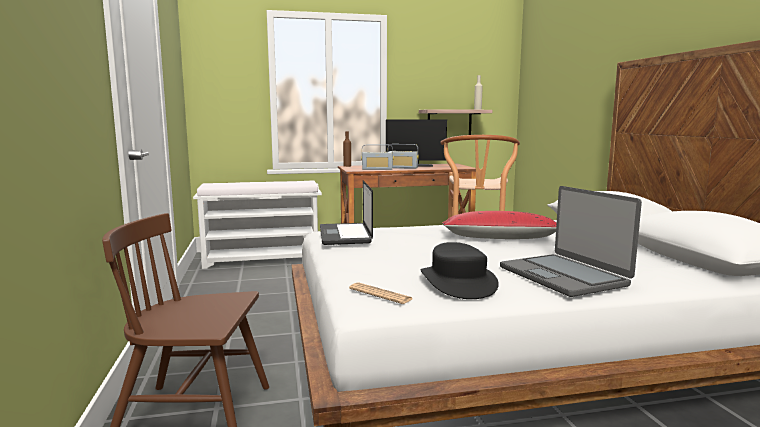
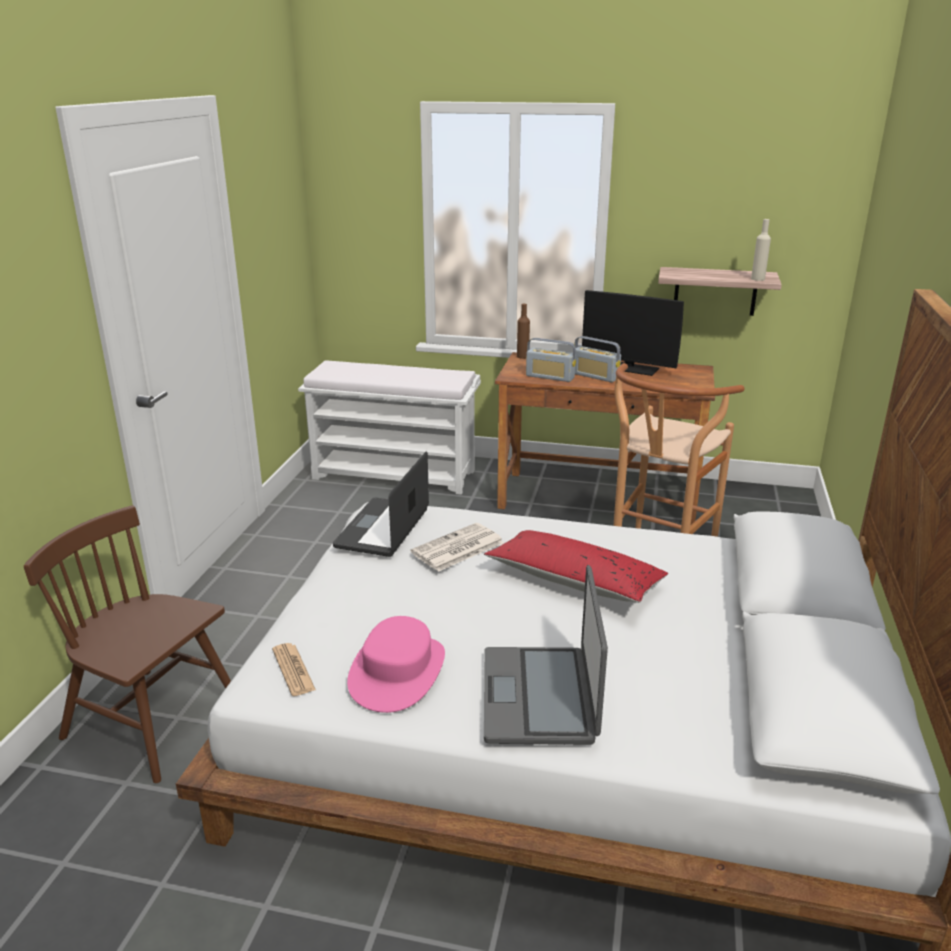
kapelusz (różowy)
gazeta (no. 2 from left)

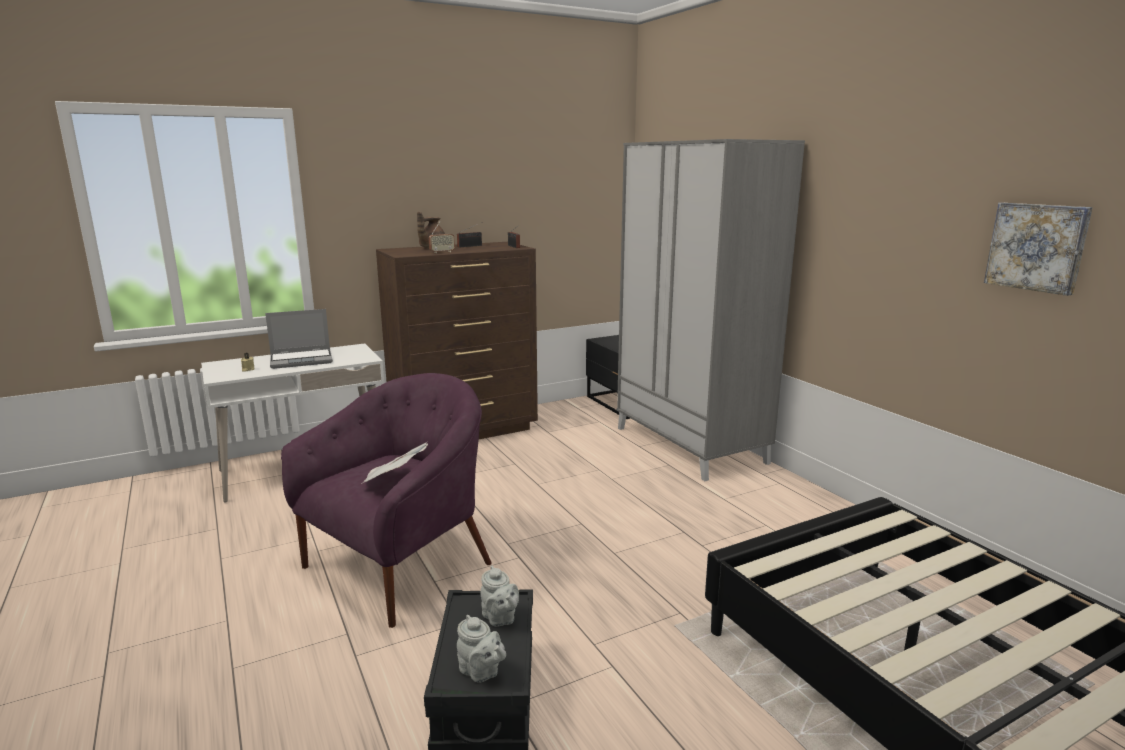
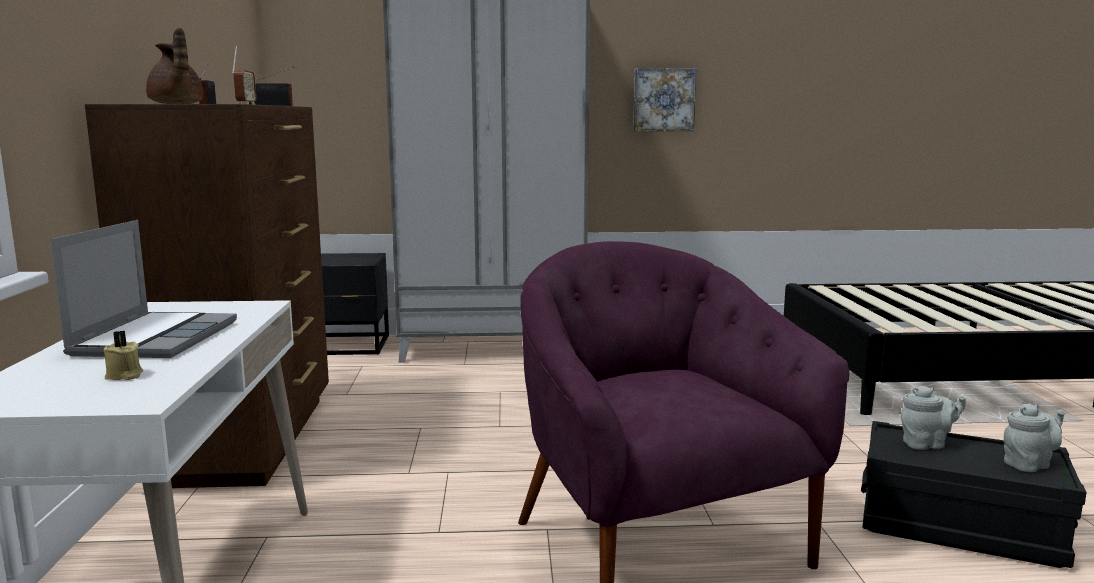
obraz
gazeta

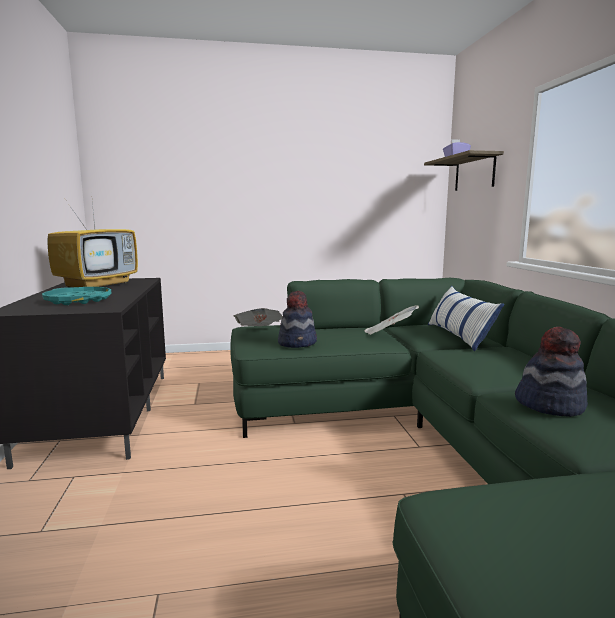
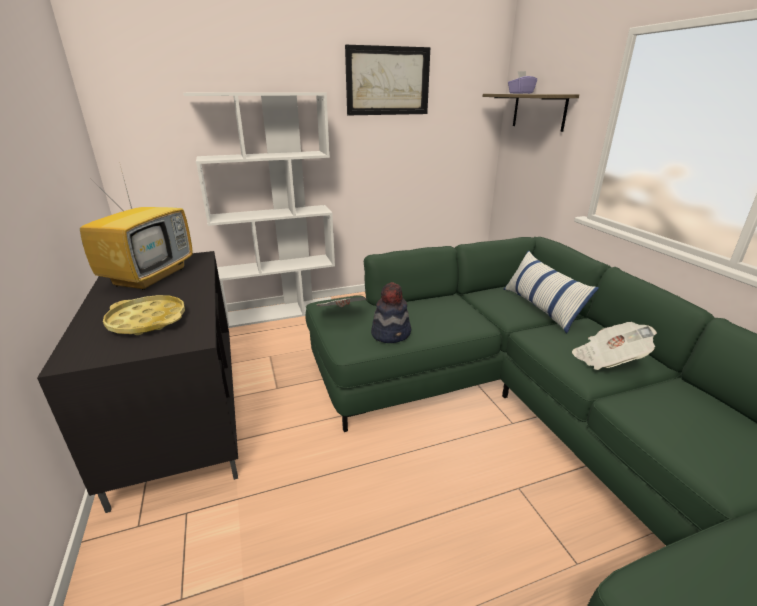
taca (żółty)
gazeta (no. 2 from left)
kapelusz (no. 2 from left in the first image)
obraz
regał (biały)

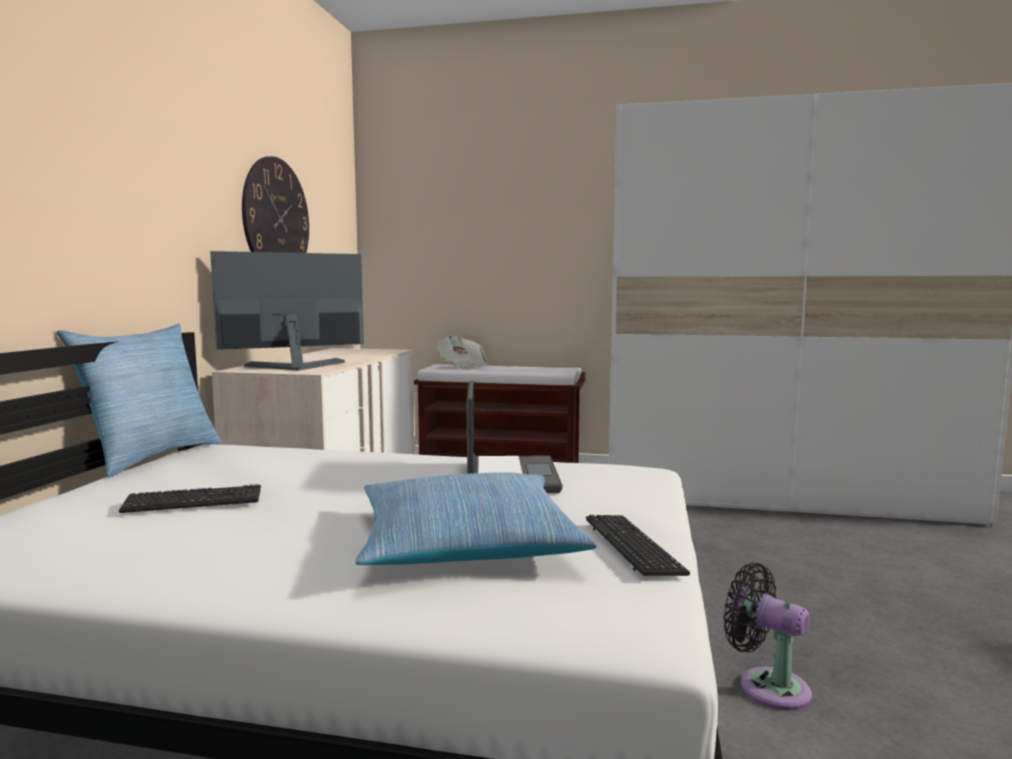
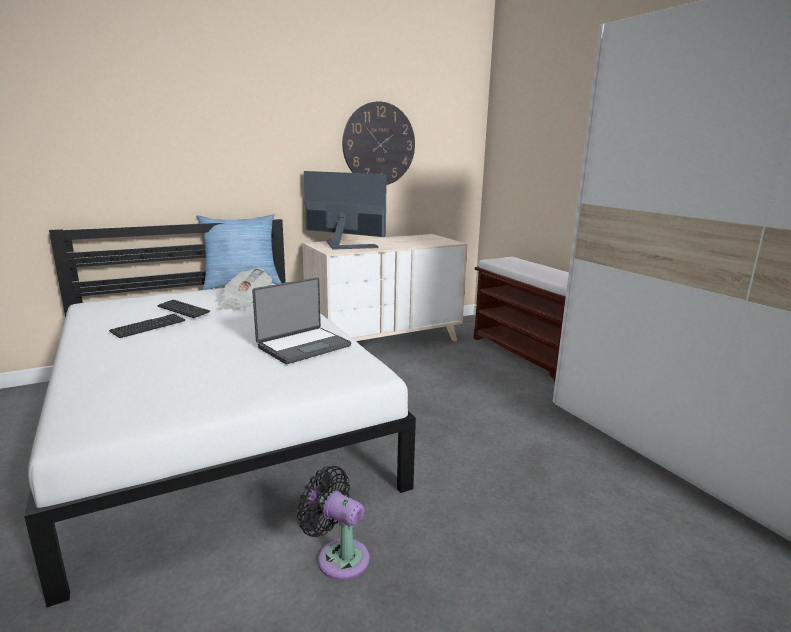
gazeta
poduszka (no. 2 from left in the first image)
klawiatura (no. 1 from left)
wentylator (czarny)

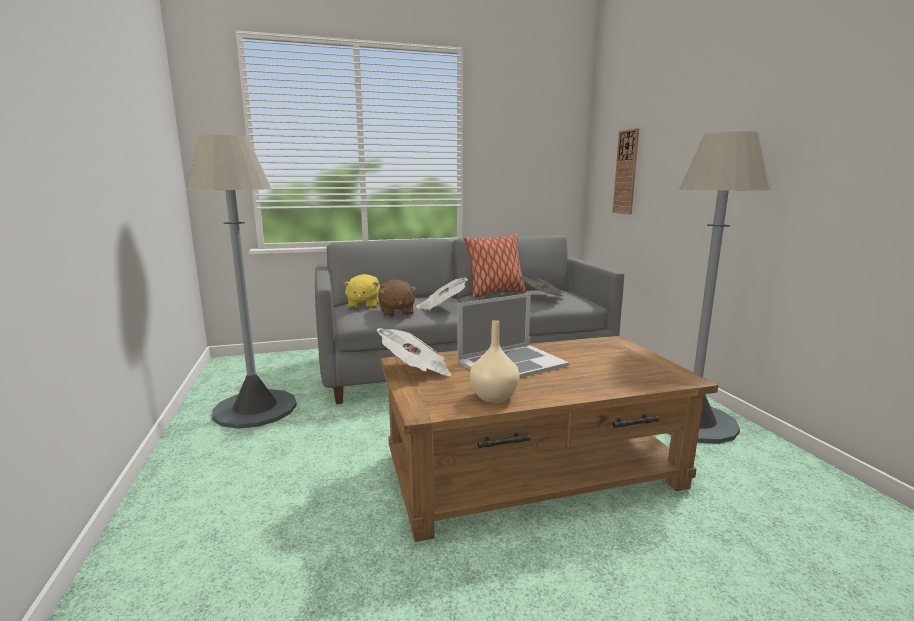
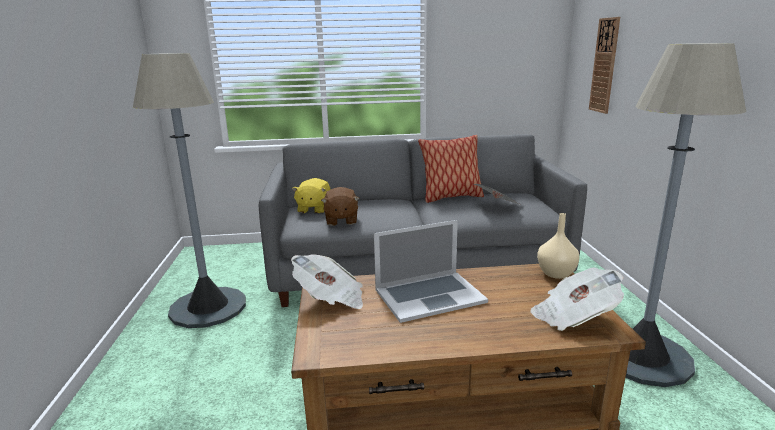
gazeta (no. 3 from left)
wazon (beżowy)

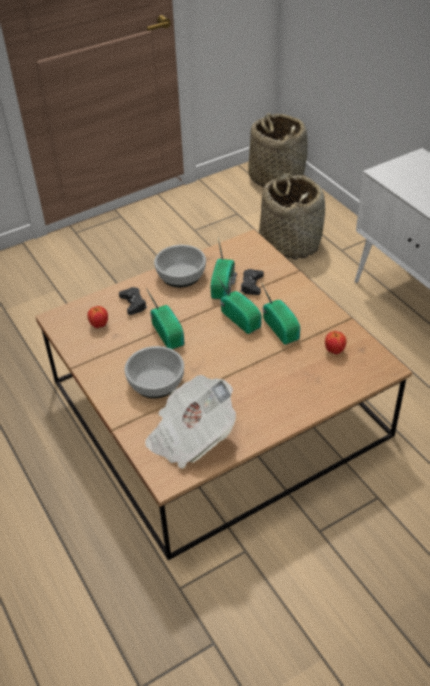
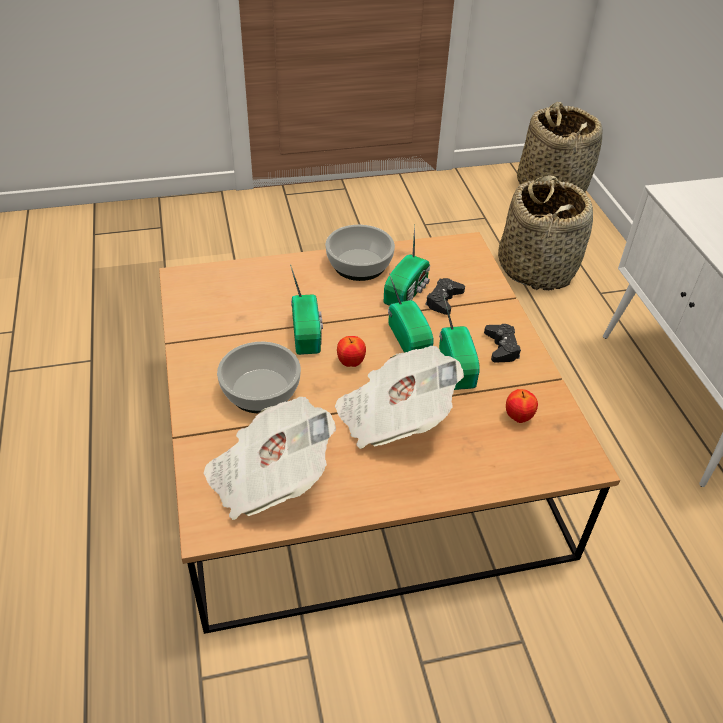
pad do gier (czarny) (no. 2 from left)
jabłko (no. 1 from left)
gazeta (no. 2 from left)

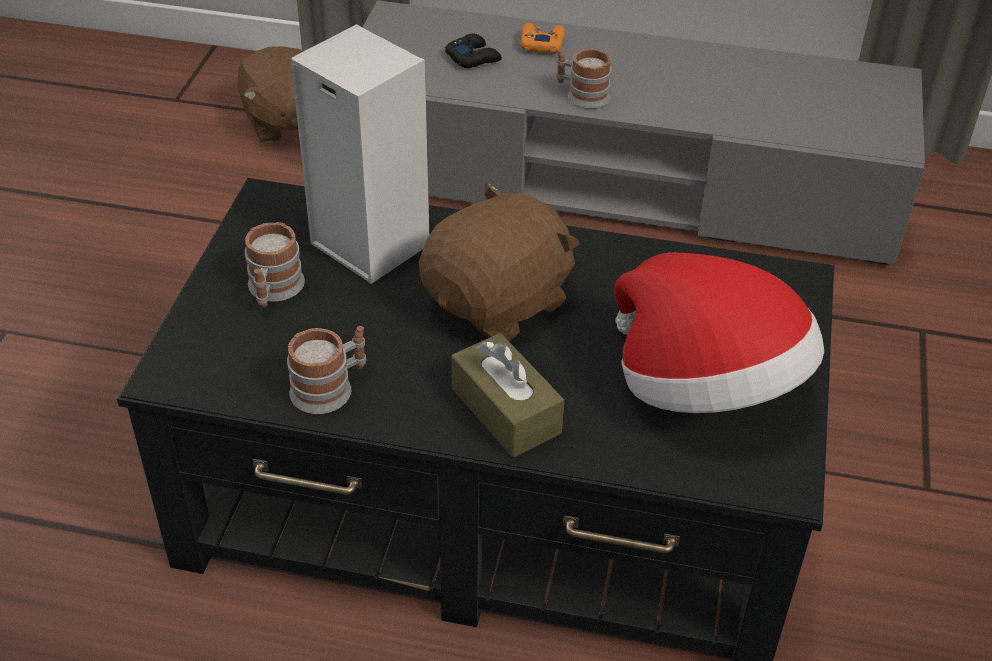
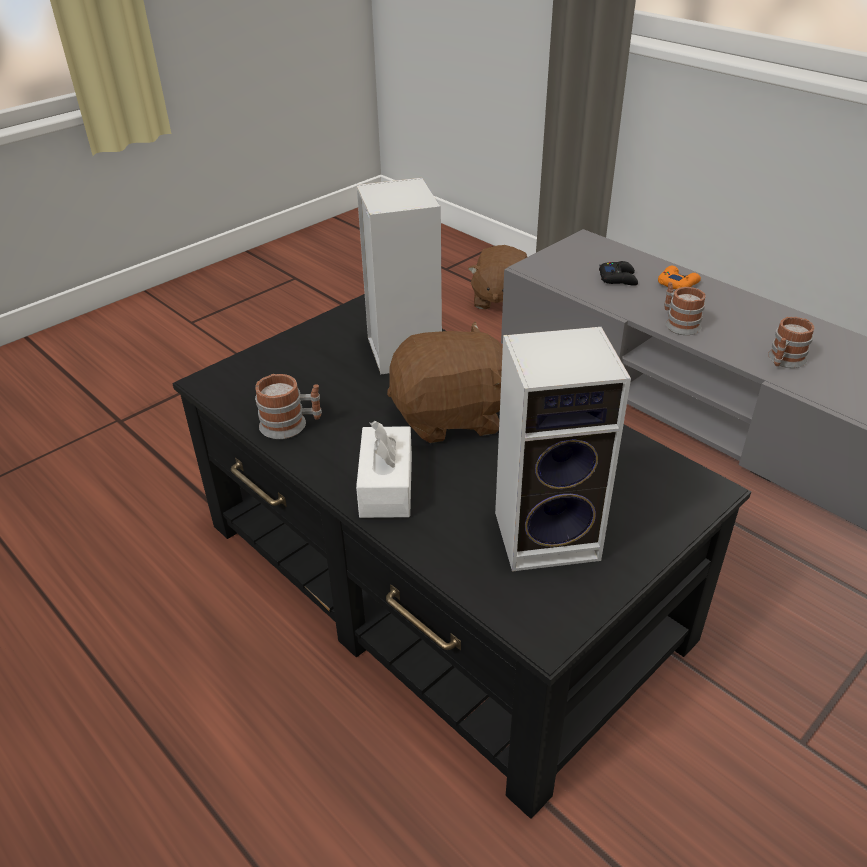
kubek (no. 3 from left)
głośnik (no. 2 from left)
pudełko chusteczek (biały)

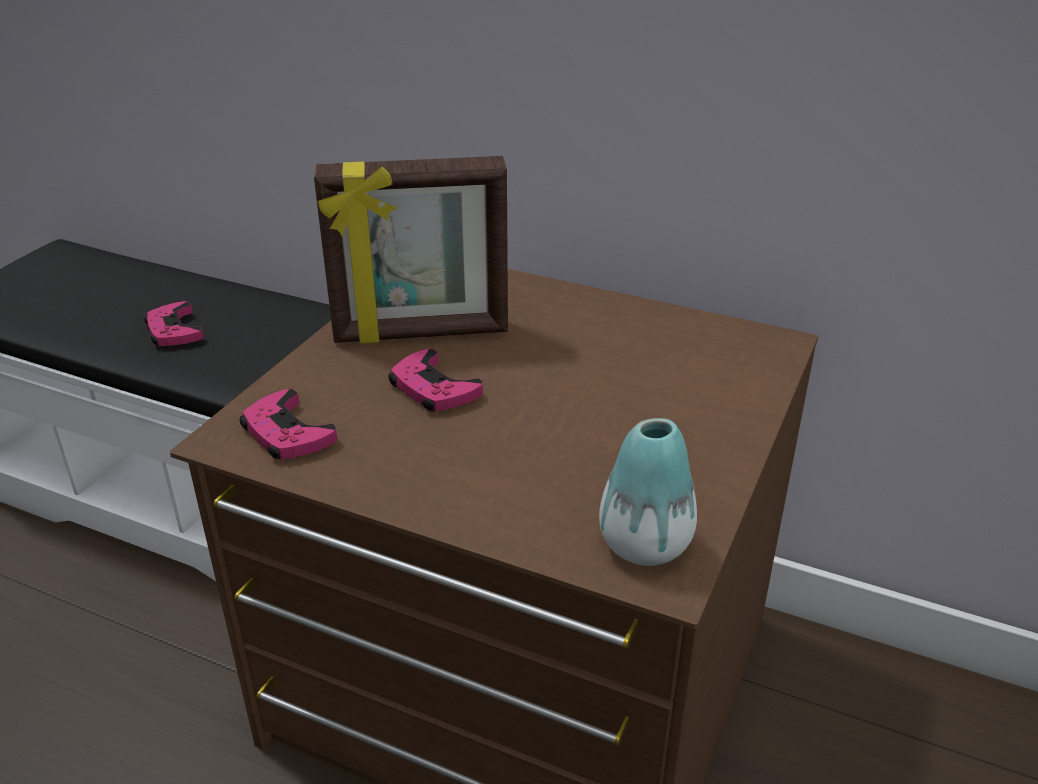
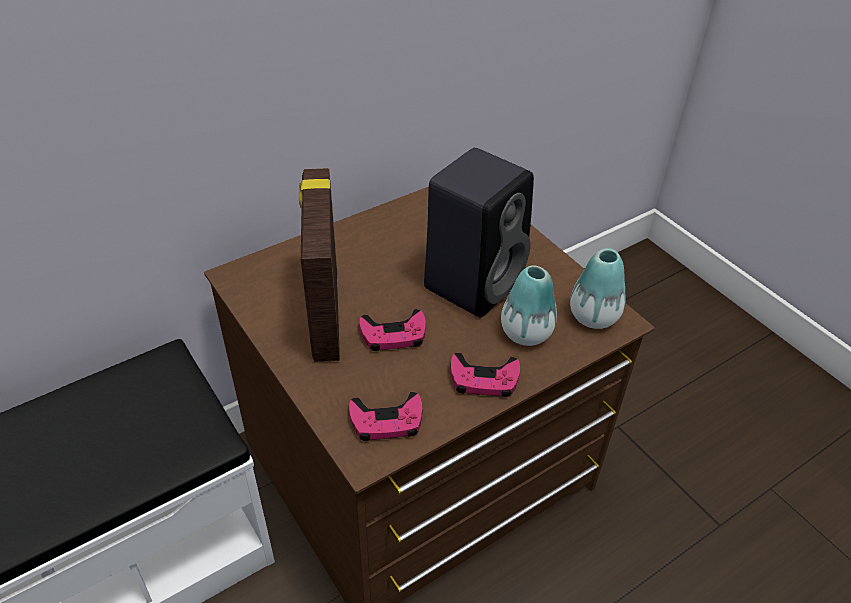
ramka na zdjęcie
pad do gier (różowy) (no. 3 from left)
głośnik (czarny)
wazon (no. 1 from left)

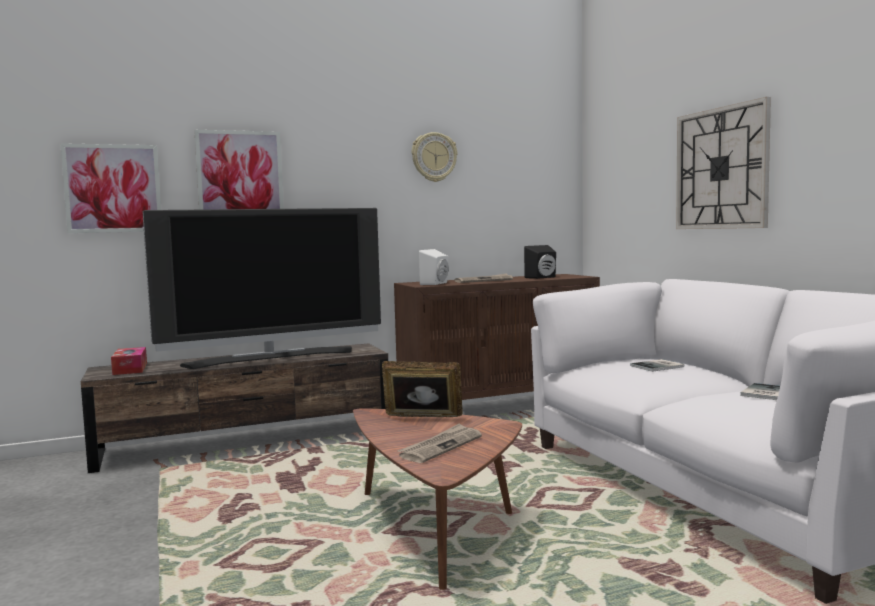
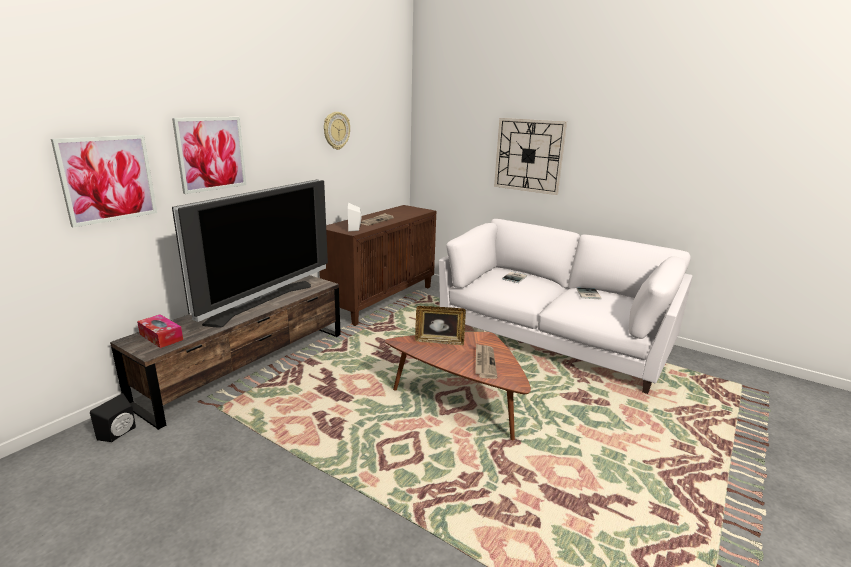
głośnik (czarny)
ramka na zdjęcie

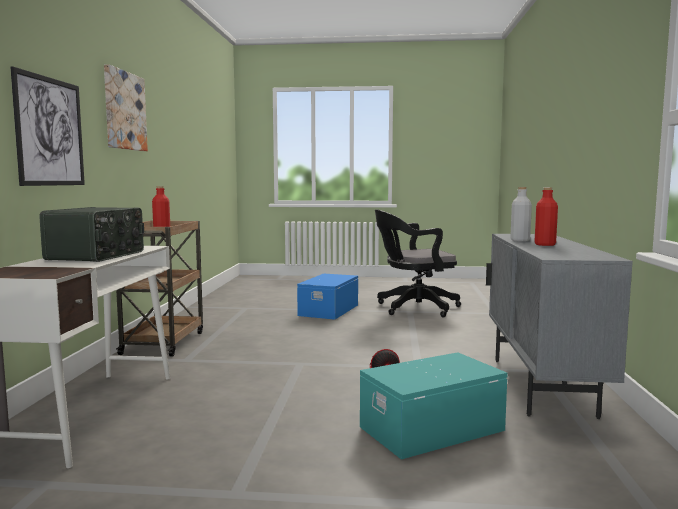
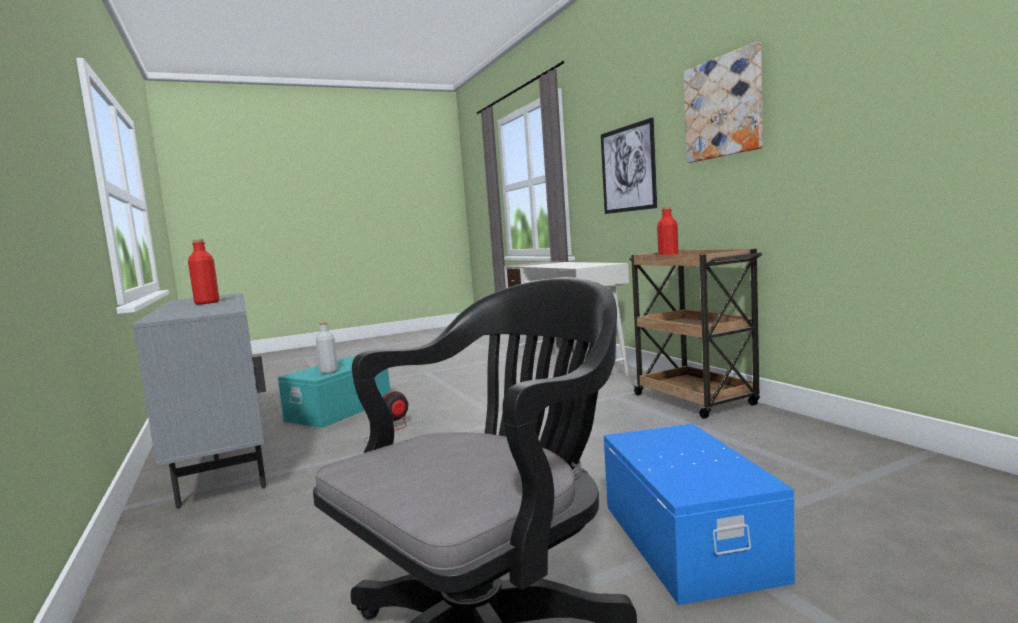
butelka (szary)
radio

